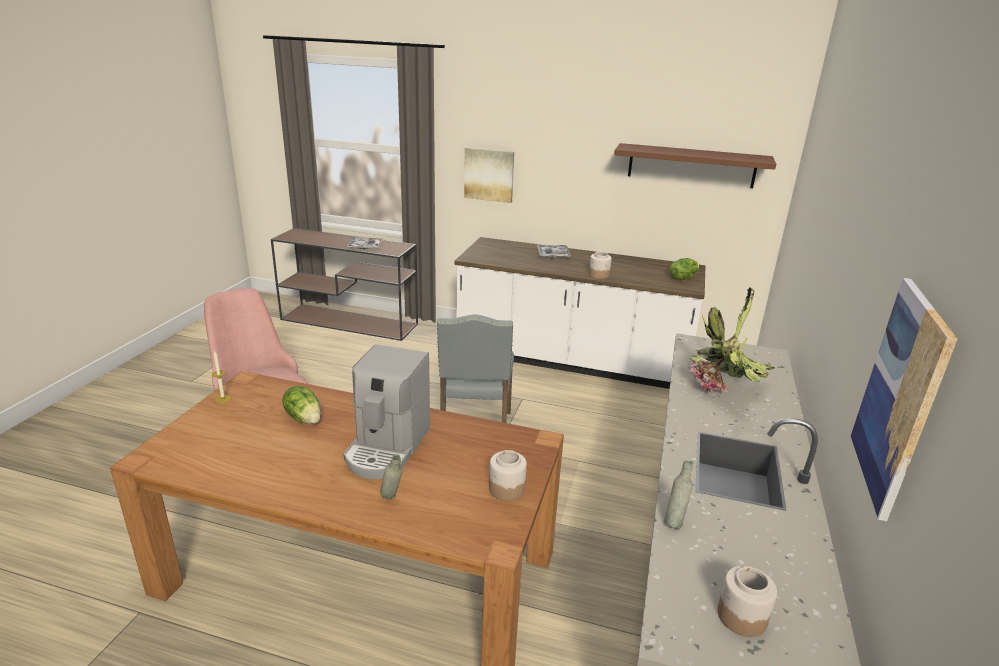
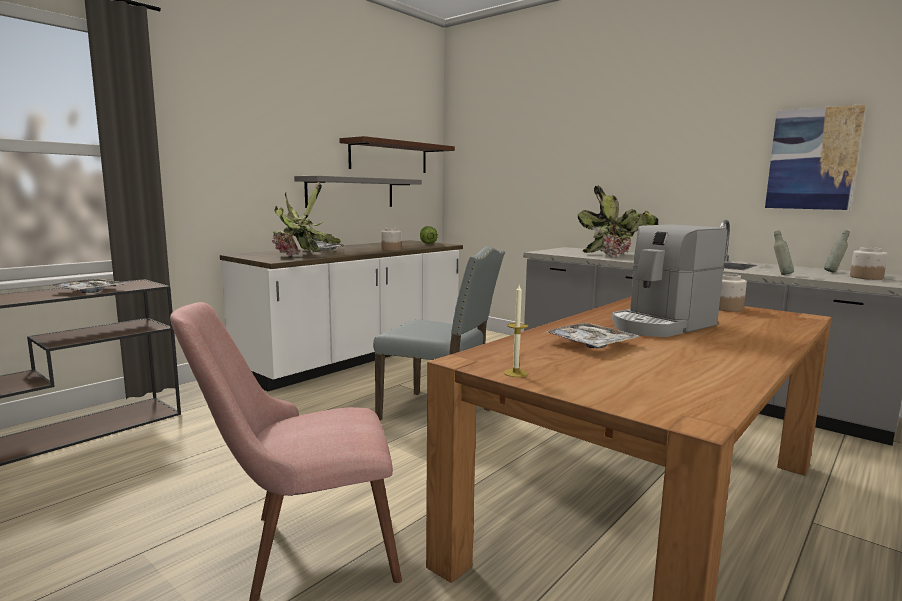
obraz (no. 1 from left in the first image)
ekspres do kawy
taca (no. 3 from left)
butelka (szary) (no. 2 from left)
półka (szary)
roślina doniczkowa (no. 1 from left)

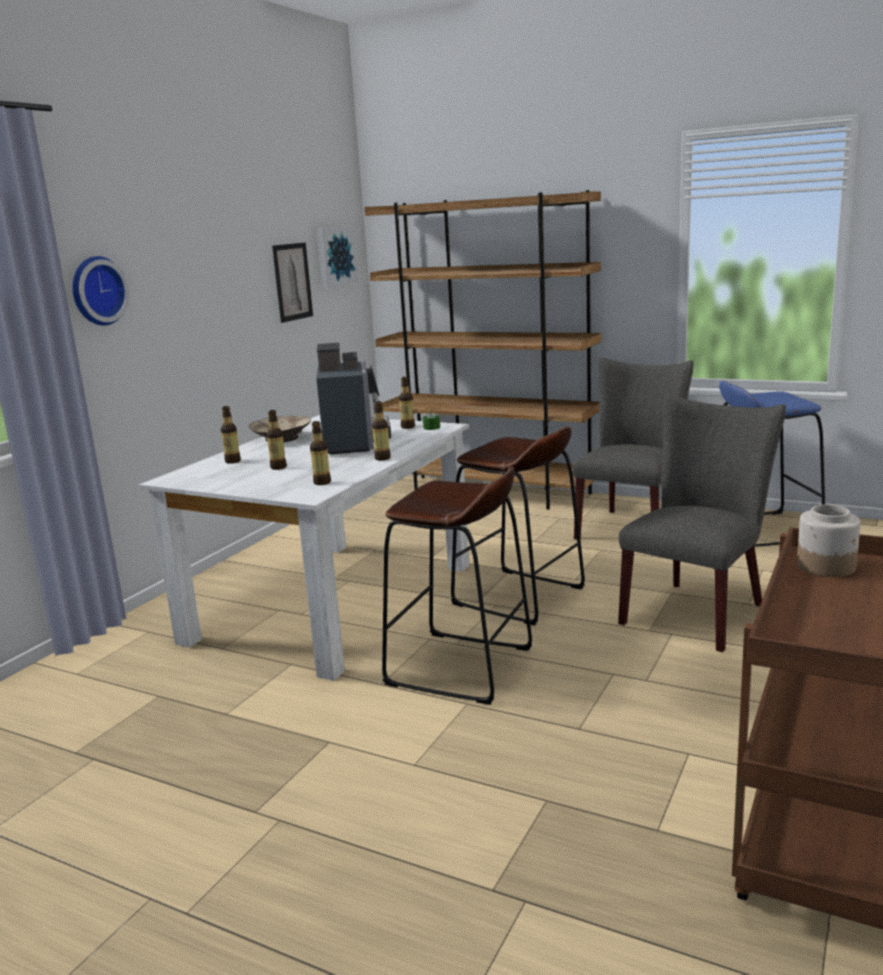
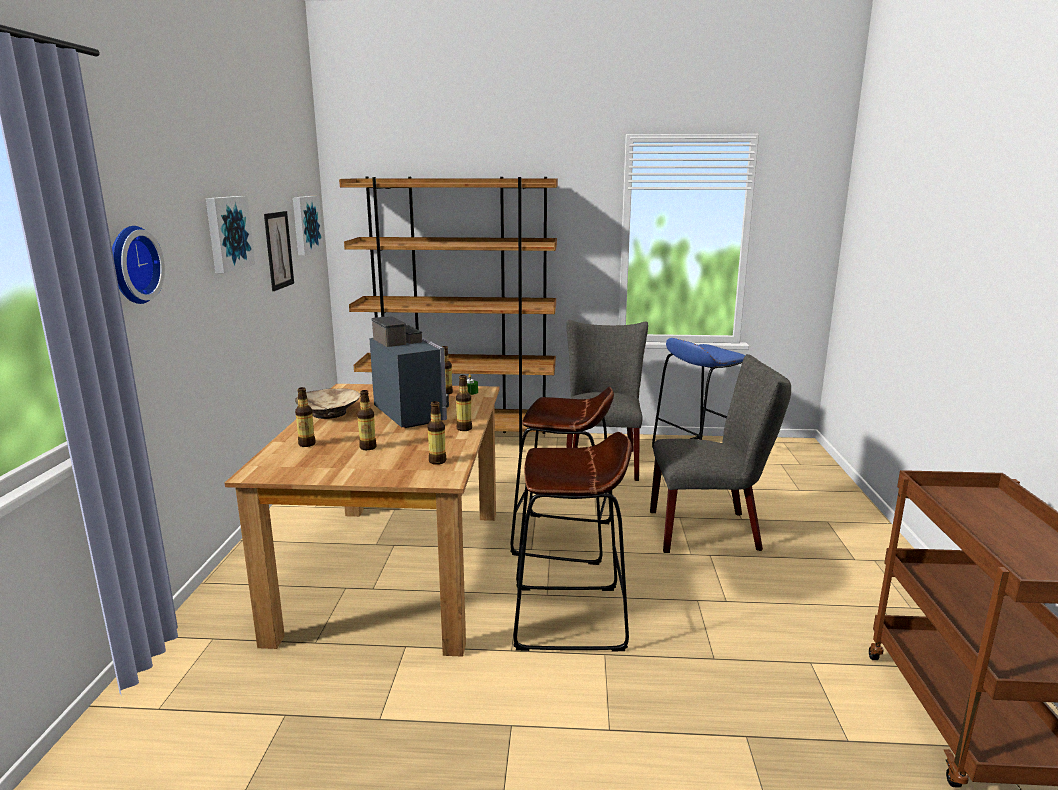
krzesło (szary) (no. 2 from left)
stół jadalny (brązowy)
słoik
obraz (no. 1 from left)

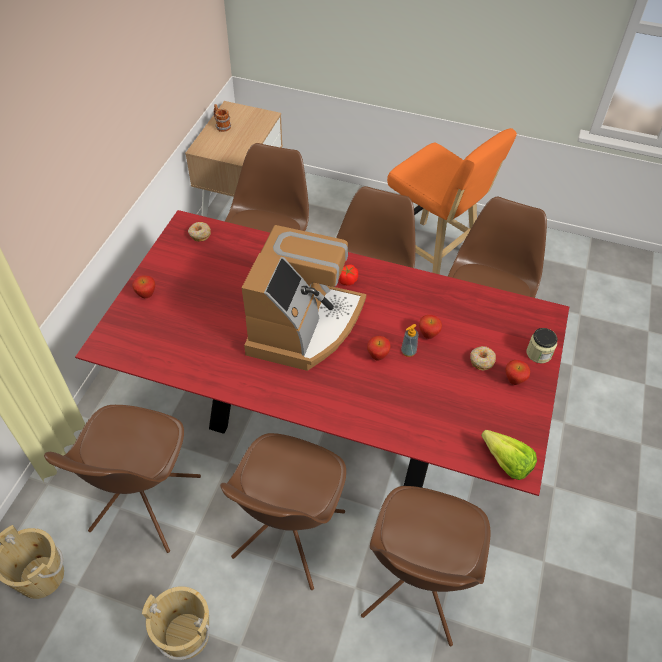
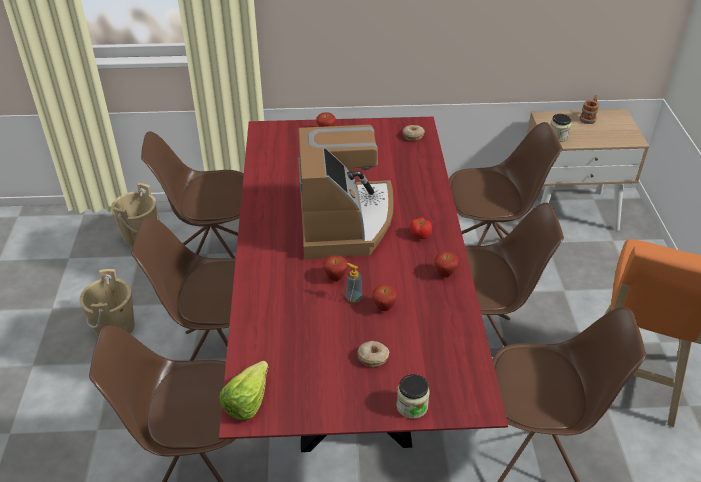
ekspres do kawy
jabłko (no. 4 from left)
słoik (no. 2 from left)

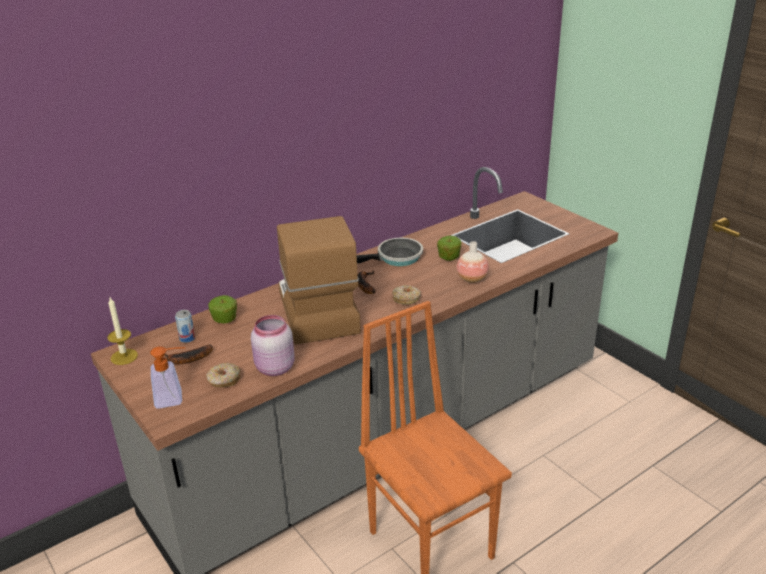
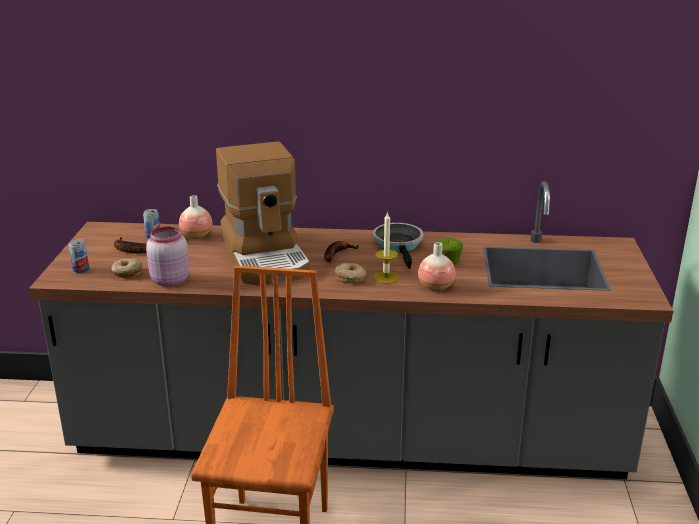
ekspres do kawy
patelnia
wazon (no. 1 from left)
świeca
puszka (no. 1 from left)

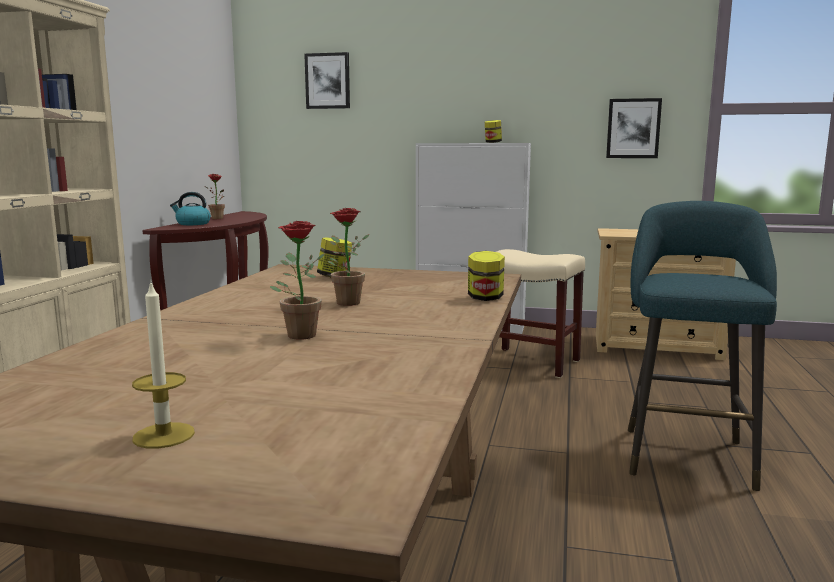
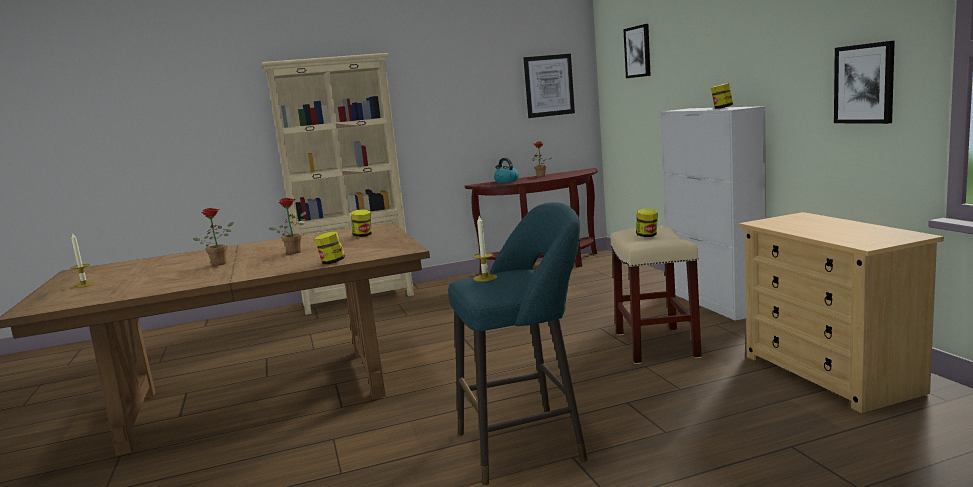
obraz (no. 1 from left)
słoik (no. 3 from left)
świeca (no. 2 from left)

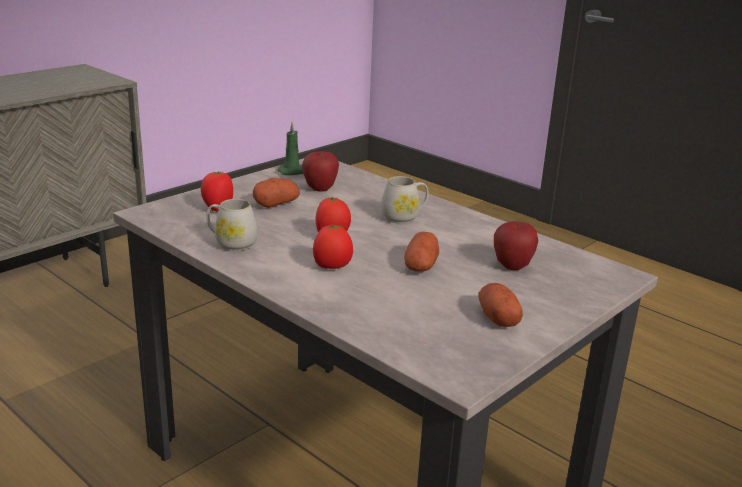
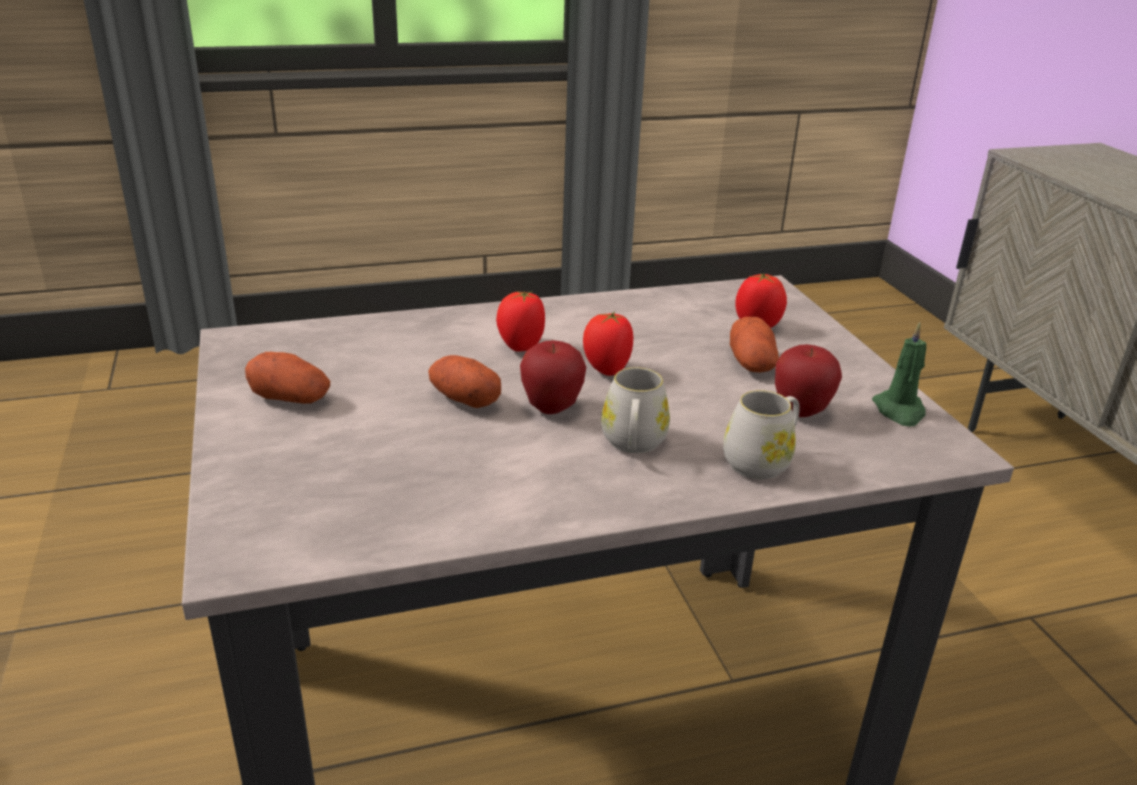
kubek (biały) (no. 2 from left)
jabłko (no. 1 from left)

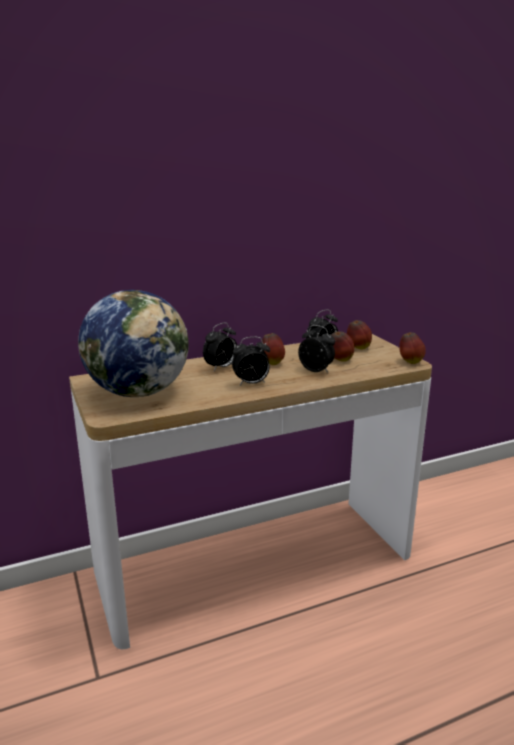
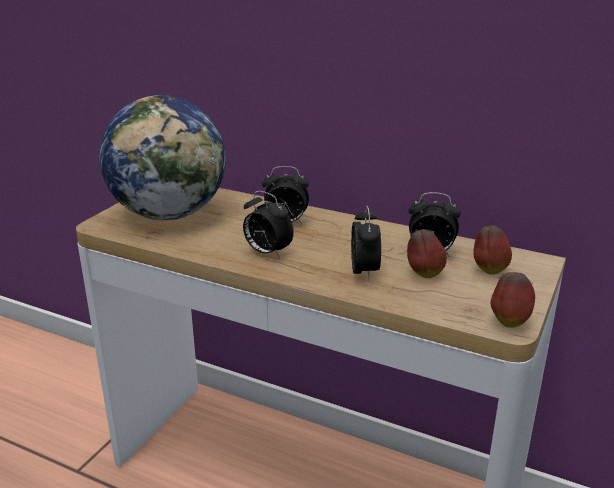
jabłko (no. 1 from left in the first image)

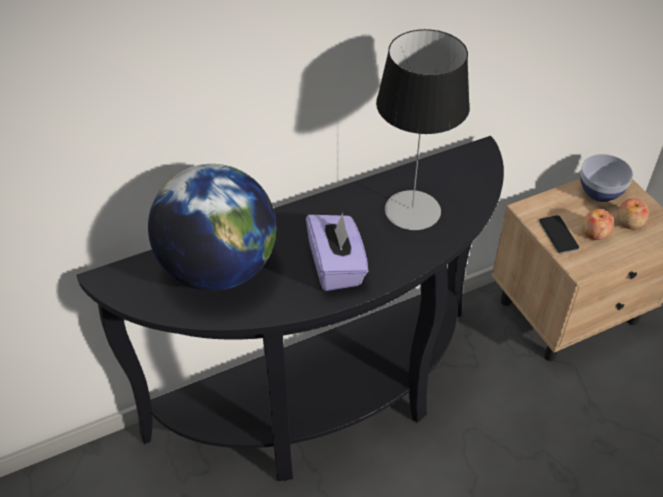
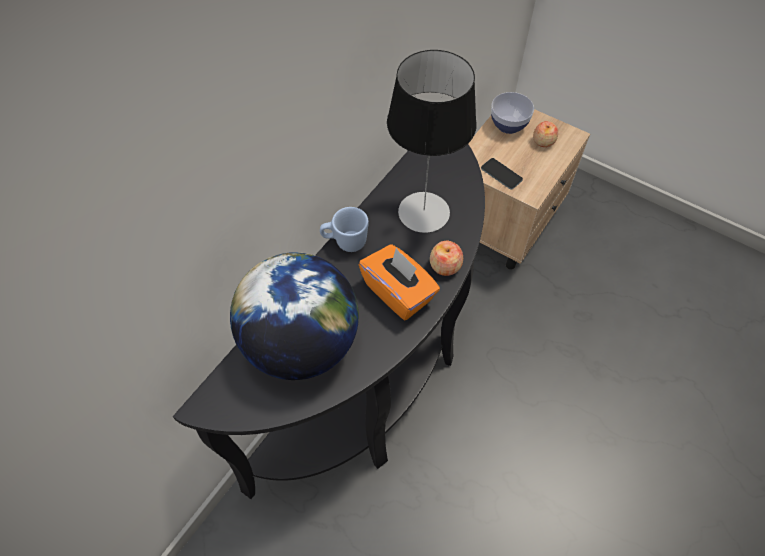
jabłko (no. 1 from left)
pudełko chusteczek (pomarańczowy)
kubek (niebieski)

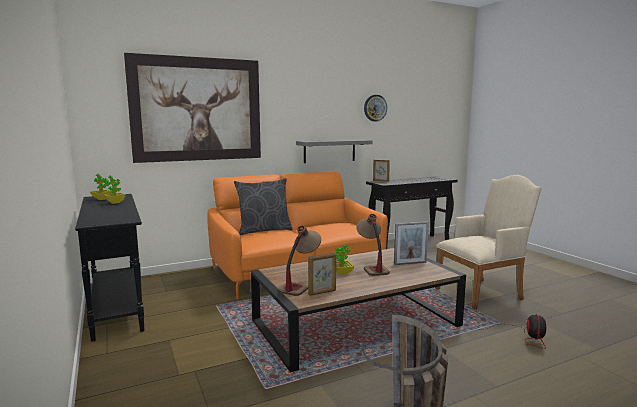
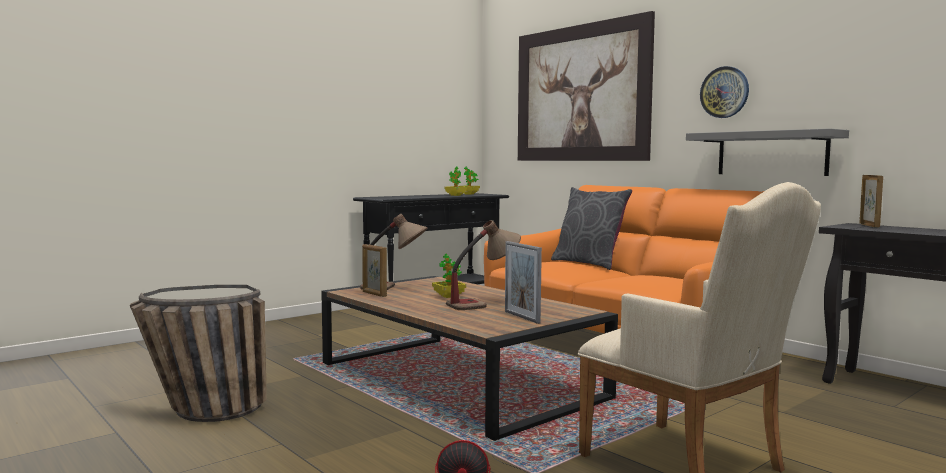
zegar ścienny

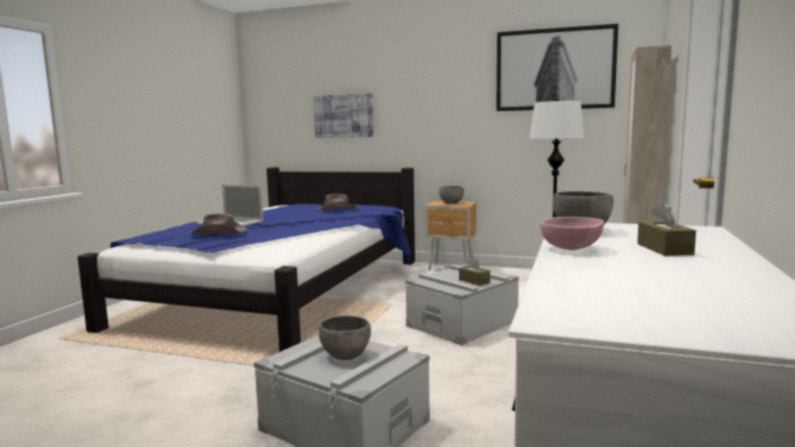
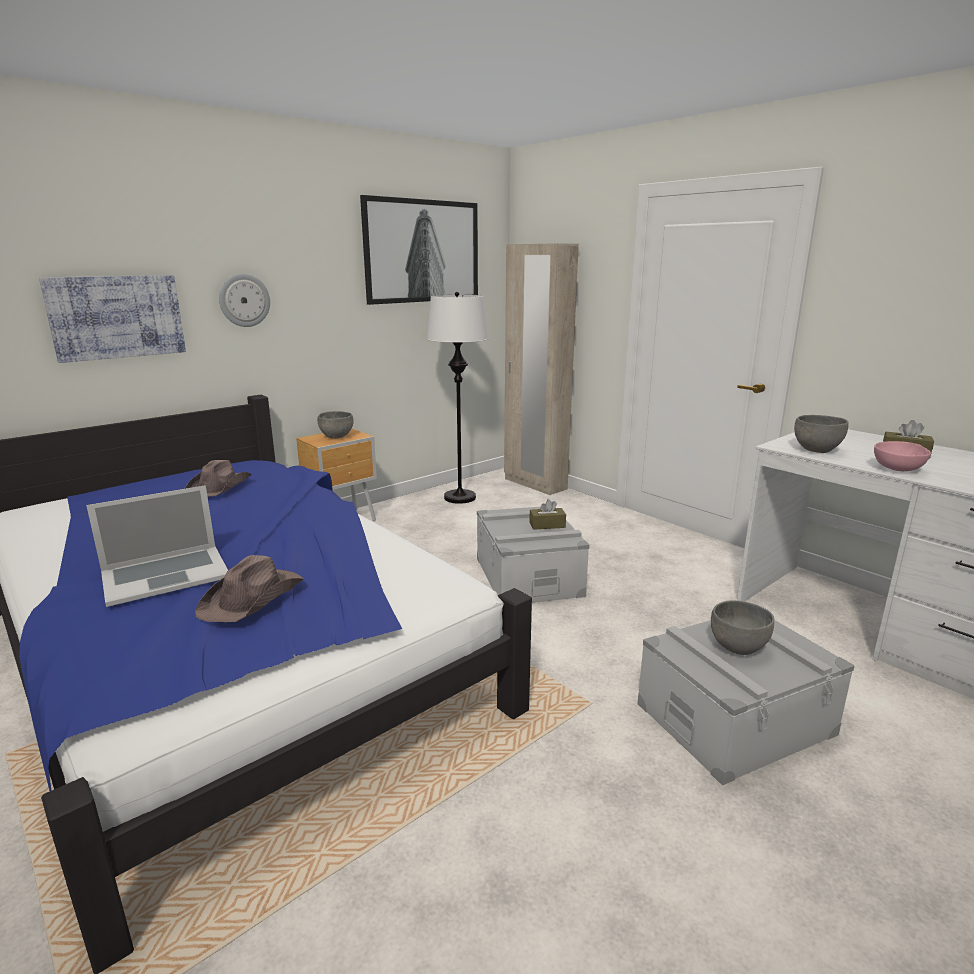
zegar ścienny

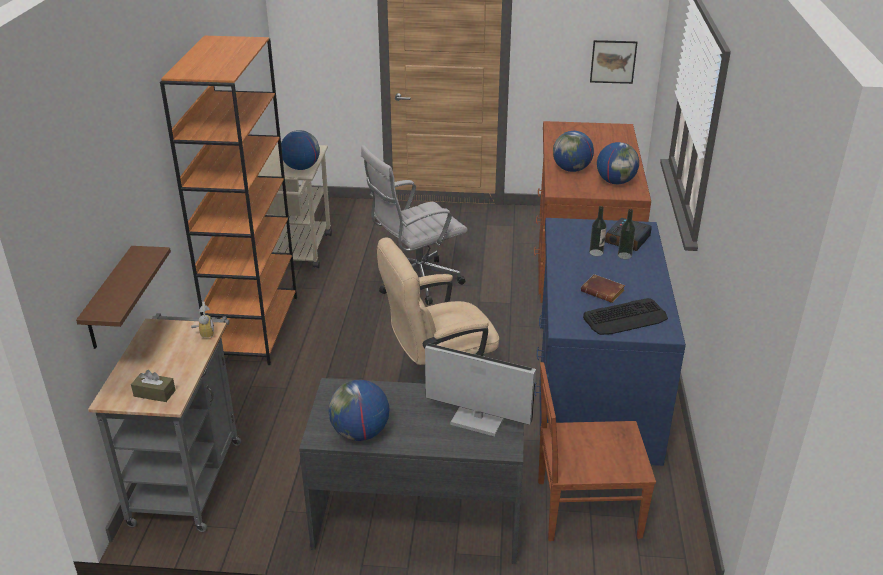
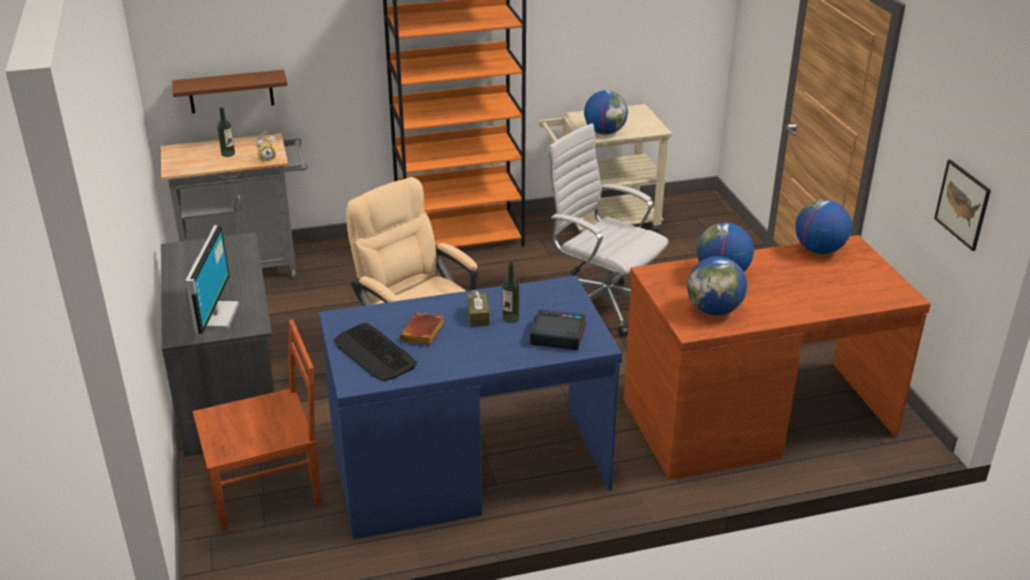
butelka (no. 1 from left)
krzesło (brązowy)
pudełko chusteczek (brązowy)
globus (no. 4 from left)

